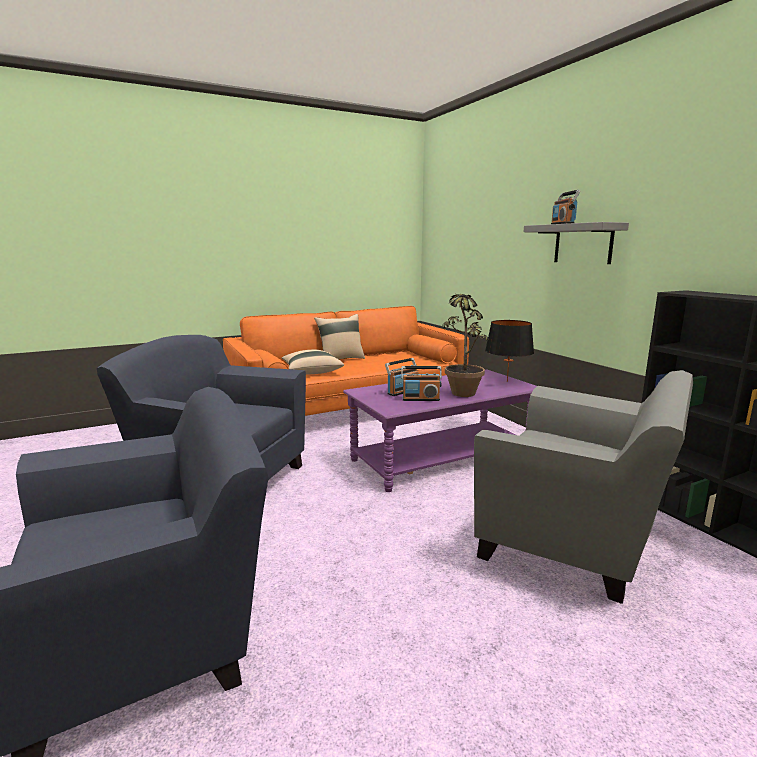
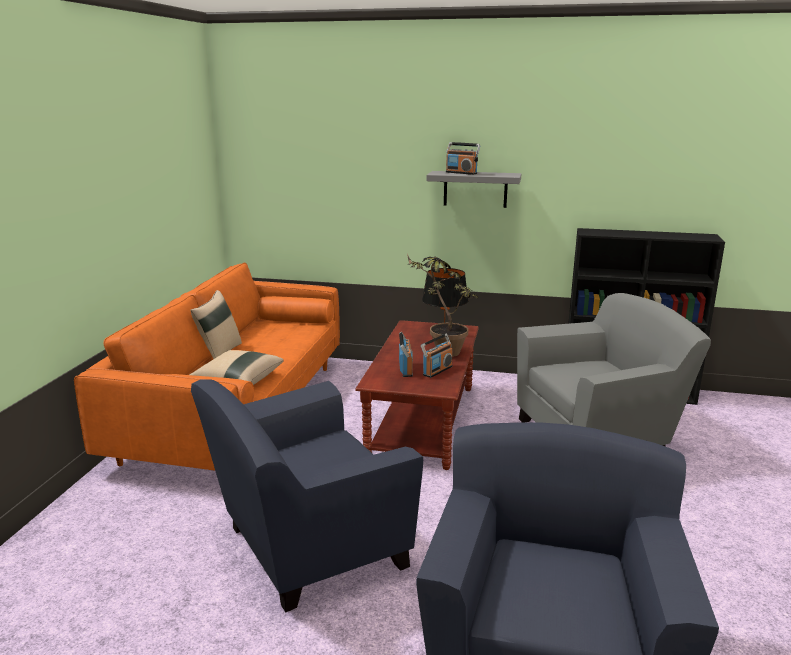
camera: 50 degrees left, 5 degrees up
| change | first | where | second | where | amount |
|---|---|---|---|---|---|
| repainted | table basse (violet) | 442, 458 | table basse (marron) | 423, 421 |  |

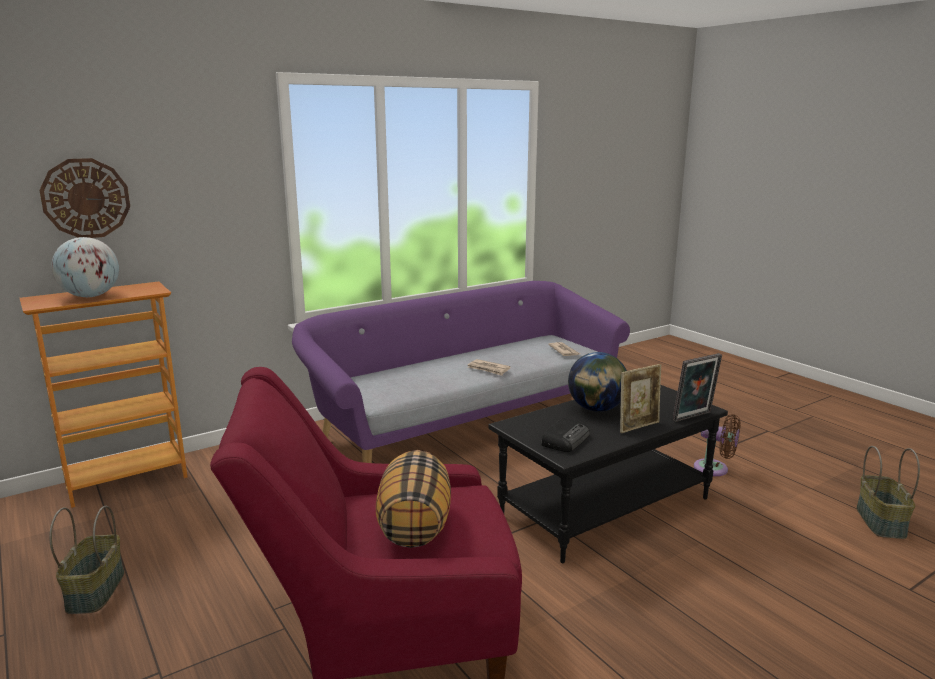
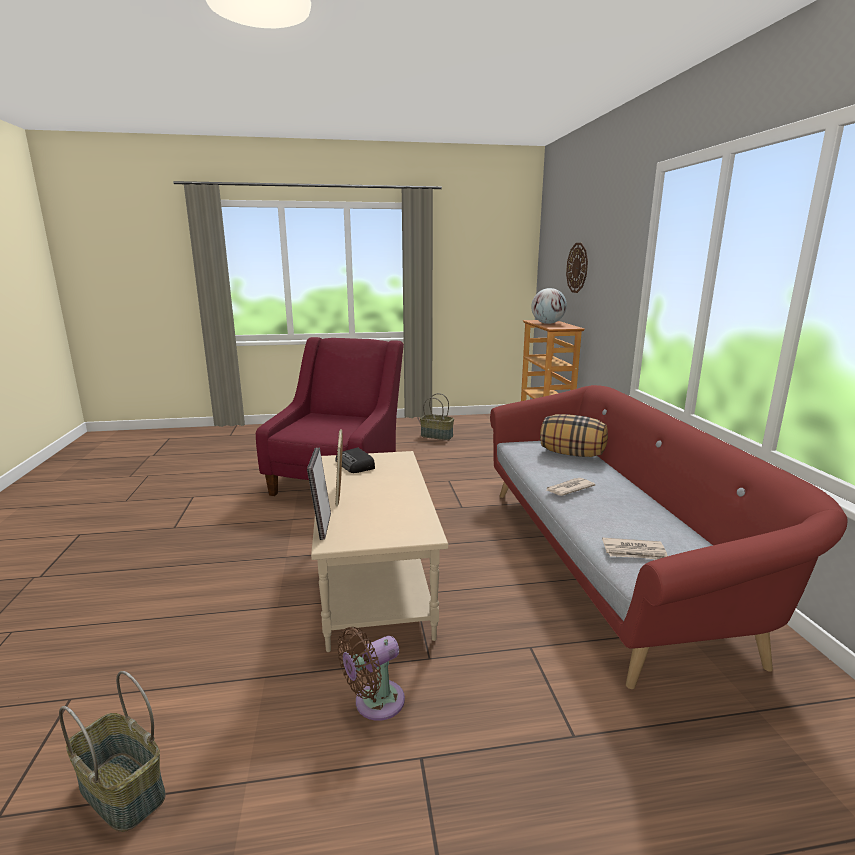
camera: 115 degrees right, 0 degrees up
| change | first | where | second | where | amount |
|---|---|---|---|---|---|
| repainted | canapé (violet) | 466, 421 | canapé (rouge) | 605, 559 |  |
| gone | globe | 596, 409 |  |  |  |
| repainted | table basse (noir) | 605, 506 | table basse (beige) | 376, 580 |  |
| shifted | coussin | 414, 525 |  | 572, 454 |  |

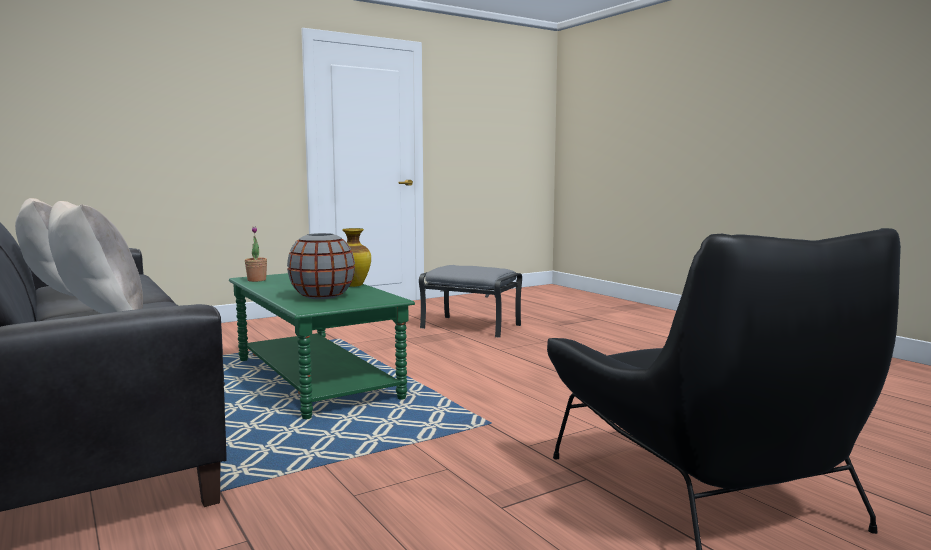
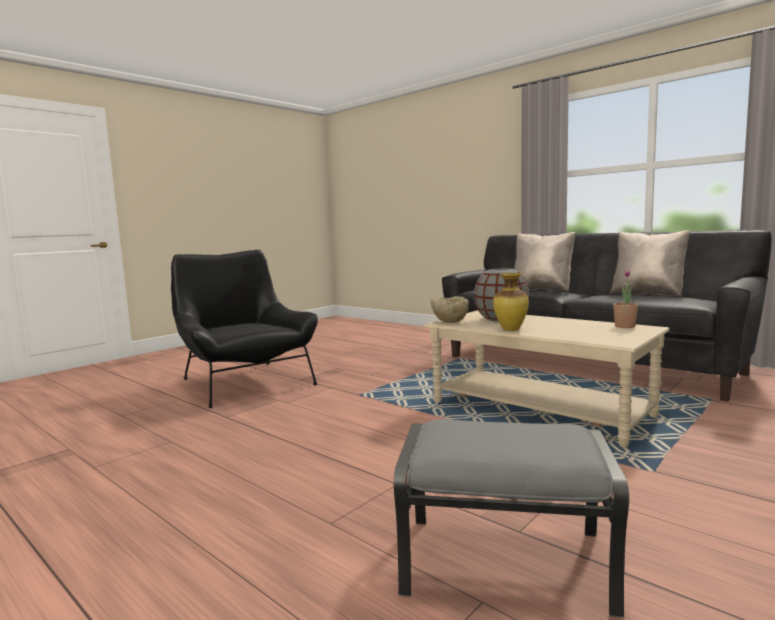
camera: 165 degrees right, 0 degrees up
| change | first | where | second | where | amount |
|---|---|---|---|---|---|
| repainted | table basse (vert) | 315, 378 | table basse (beige) | 539, 409 |  |
| new |  |  | bol (beige) | 449, 322 |  |

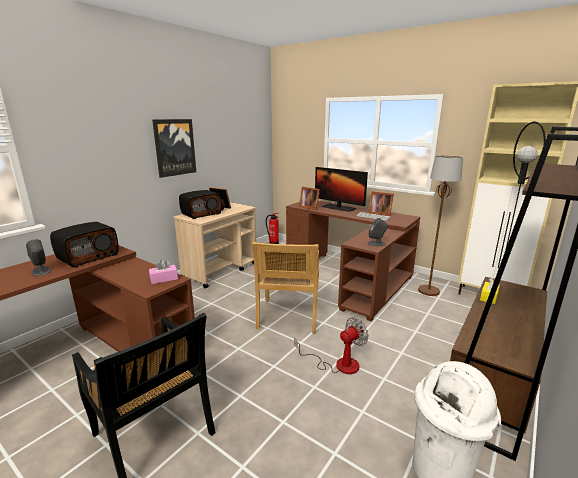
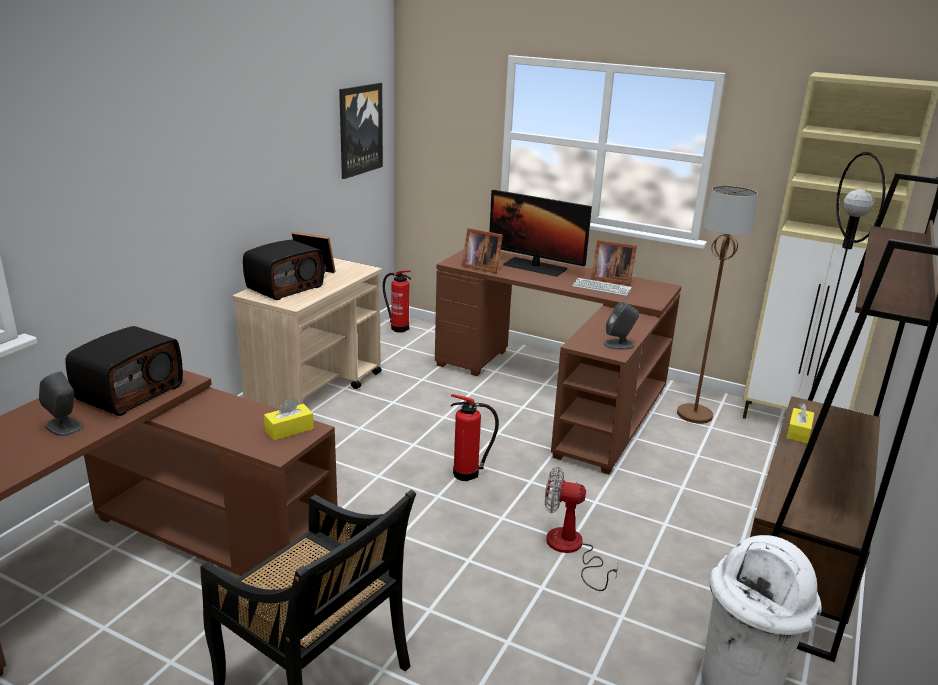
camera: 10 degrees left, 5 degrees up
| change | first | where | second | where | amount |
|---|---|---|---|---|---|
| shifted | tableau | 174, 147 |  | 360, 129 |  |
| swapped | chaise (beige) | 288, 316 | extincteur | 468, 474 |  |
| repainted | boîte à mouchoirs (rose) | 164, 279 | boîte à mouchoirs (jaune) | 289, 429 |  |
| rotated | ventilateur | 338, 364 |  | 571, 550 | 120 degrees counterclockwise |

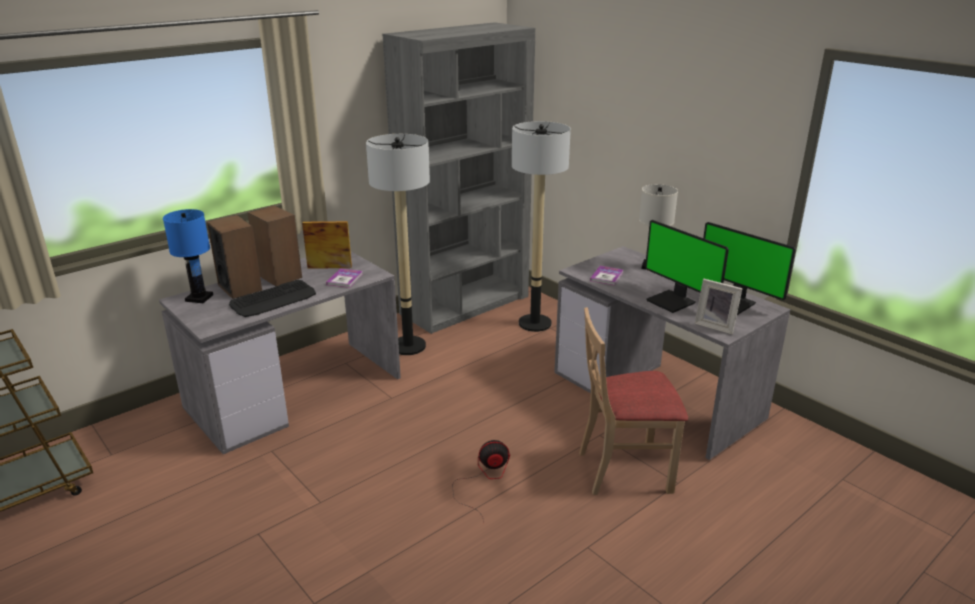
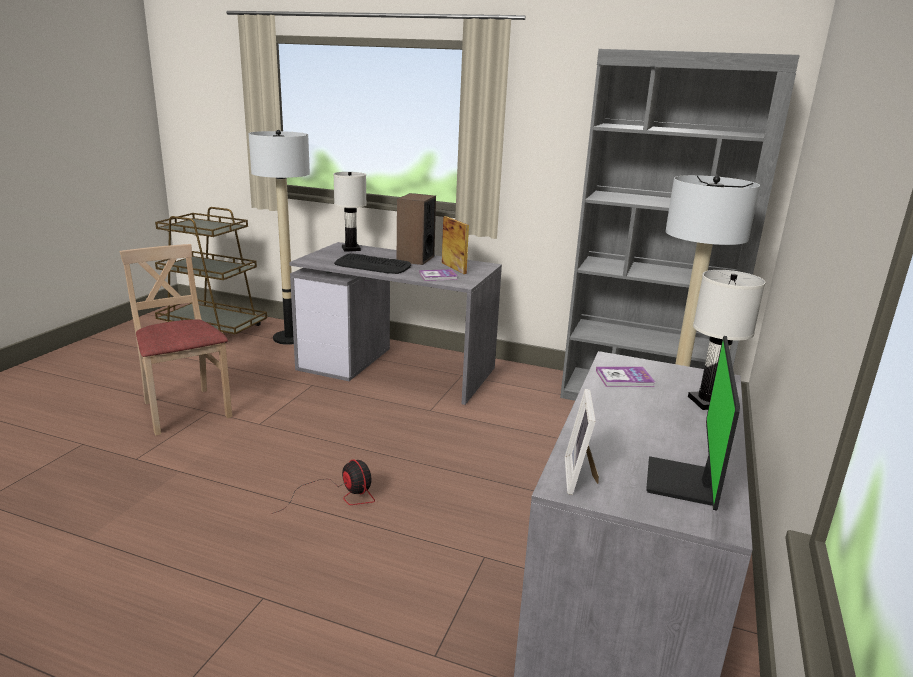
camera: 60 degrees right, 5 degrees down
| change | first | where | second | where | amount |
|---|---|---|---|---|---|
| shifted | lampadaire | 408, 346 |  | 290, 338 |  |
| repainted | lampe de table (bleu) | 199, 298 | lampe de table (blanc) | 350, 249 |  |
| gone | enceinte | 240, 287 |  |  |  |
| gone | écran d'ordinateur | 672, 301 |  |  |  |
| shifted | chaise (beige) | 624, 470 |  | 185, 410 |  |

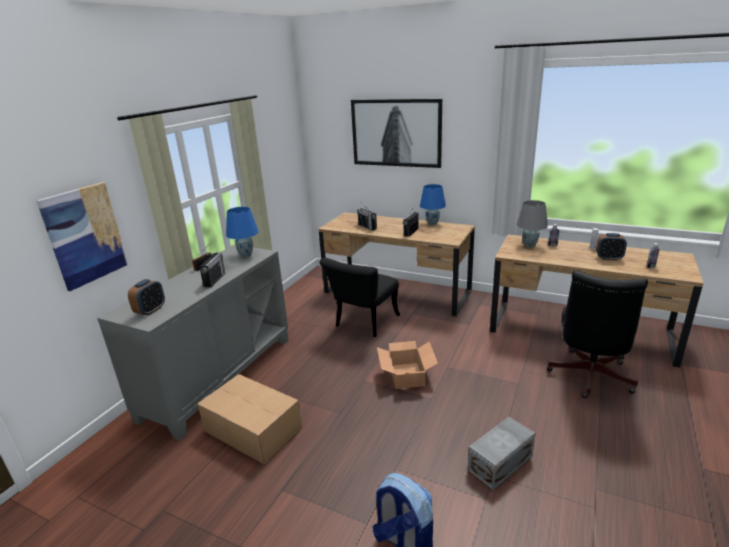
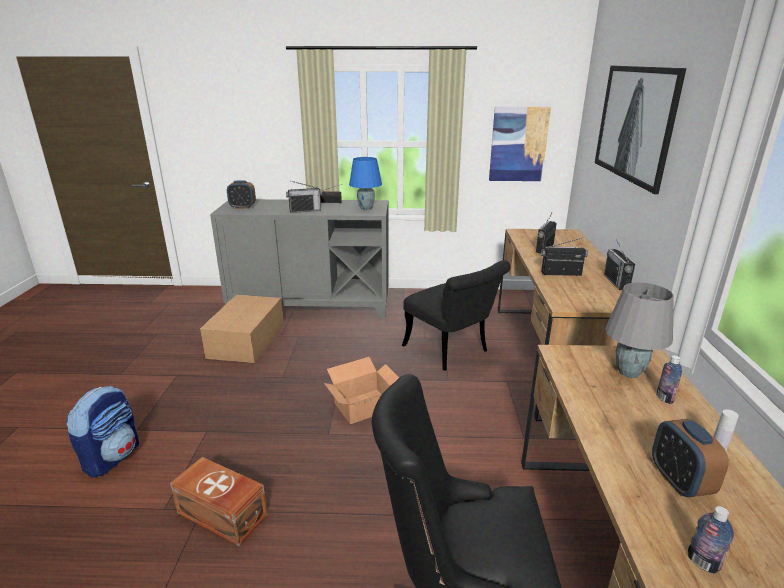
camera: 65 degrees right, 0 degrees up
| change | first | where | second | where | amount |
|---|---|---|---|---|---|
| shifted | tableau | 85, 235 |  | 518, 144 |  |
| swapped | lampe de table (bleu) | 432, 224 | radio | 616, 282 |  |
| rotated | chaise (noir) | 363, 324 |  | 451, 351 | 135 degrees counterclockwise |
| repainted | boîte de rangement (gris) | 501, 463 | boîte de rangement (marron) | 222, 515 |  |

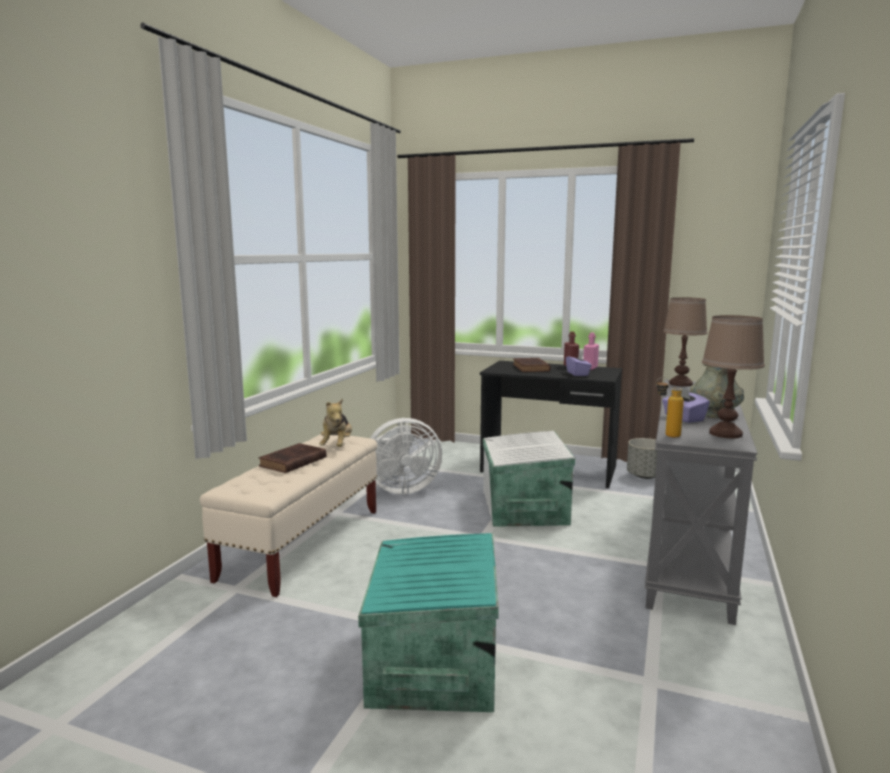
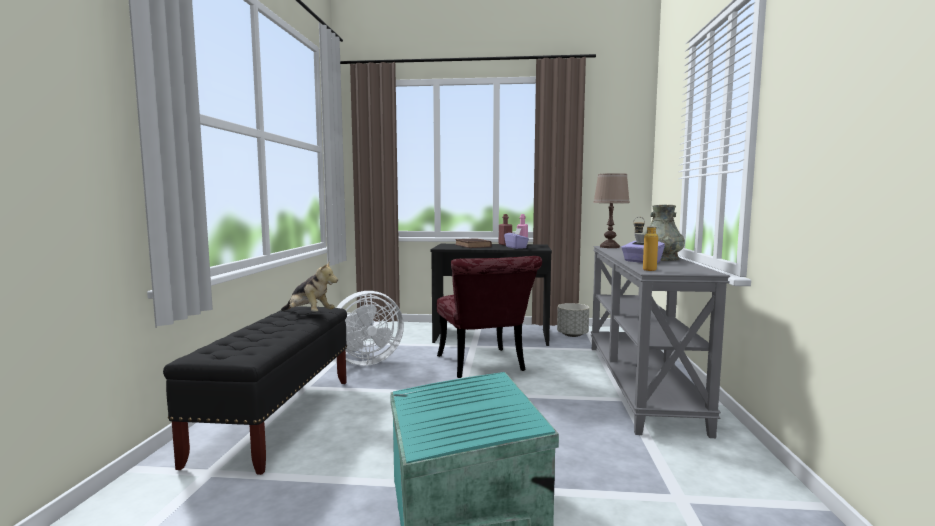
camera: 15 degrees left, 5 degrees down
| change | first | where | second | where | amount |
|---|---|---|---|---|---|
| gone | lampe de table (marron) | 726, 434 |  |  |  |
| rotated | peluche | 337, 446 |  | 309, 314 | 45 degrees counterclockwise |
| swapped | boîte de rangement (blanc) | 522, 507 | chaise (rouge) | 484, 366 |  |
| repainted | banc (beige) | 303, 543 | banc (noir) | 277, 418 |  |
| gone | livre (marron) | 292, 462 |  |  |  |

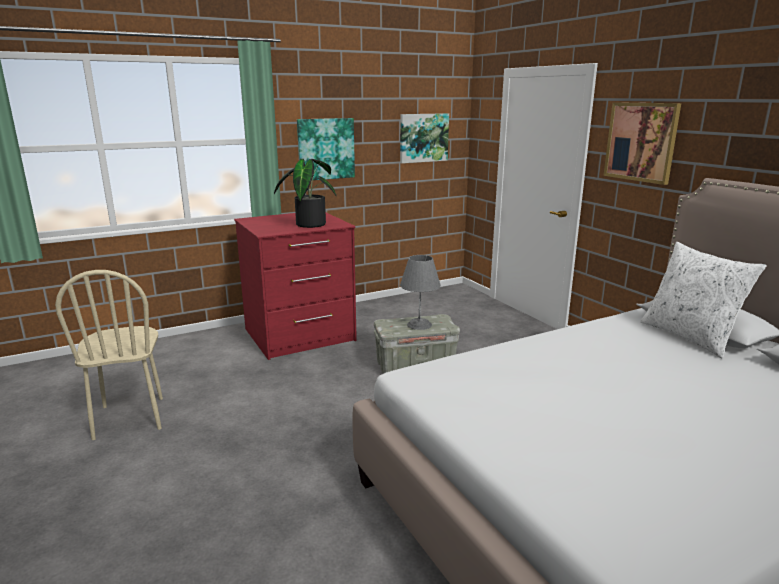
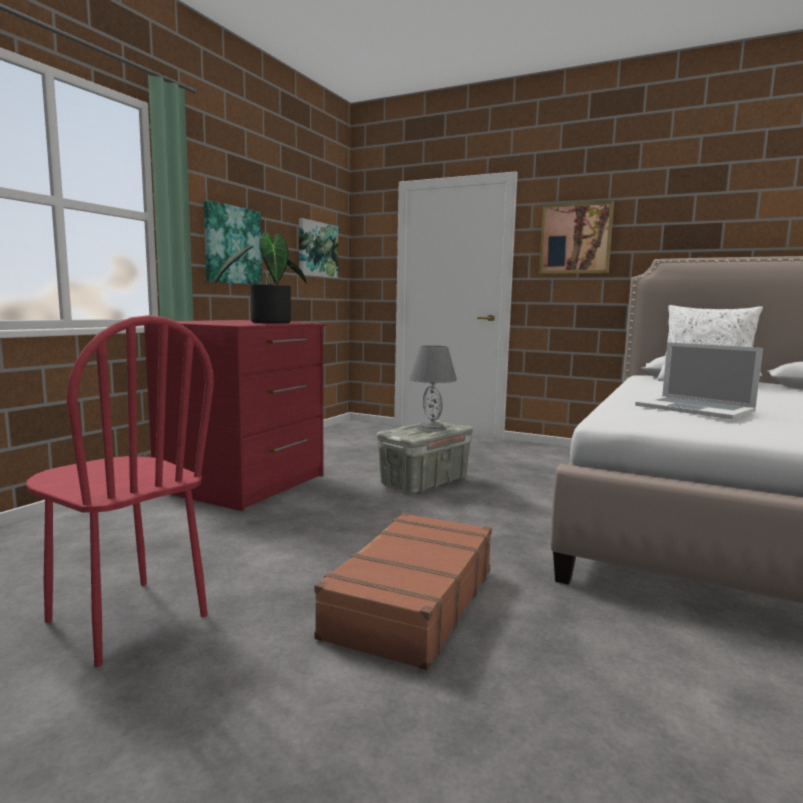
camera: 35 degrees left, 10 degrees down
| change | first | where | second | where | amount |
|---|---|---|---|---|---|
| repainted | chaise (beige) | 130, 417 | chaise (rouge) | 125, 619 |  |
| new |  |  | ordinateur portable | 694, 408 |  |
| new |  |  | valise (marron) | 410, 602 |  |

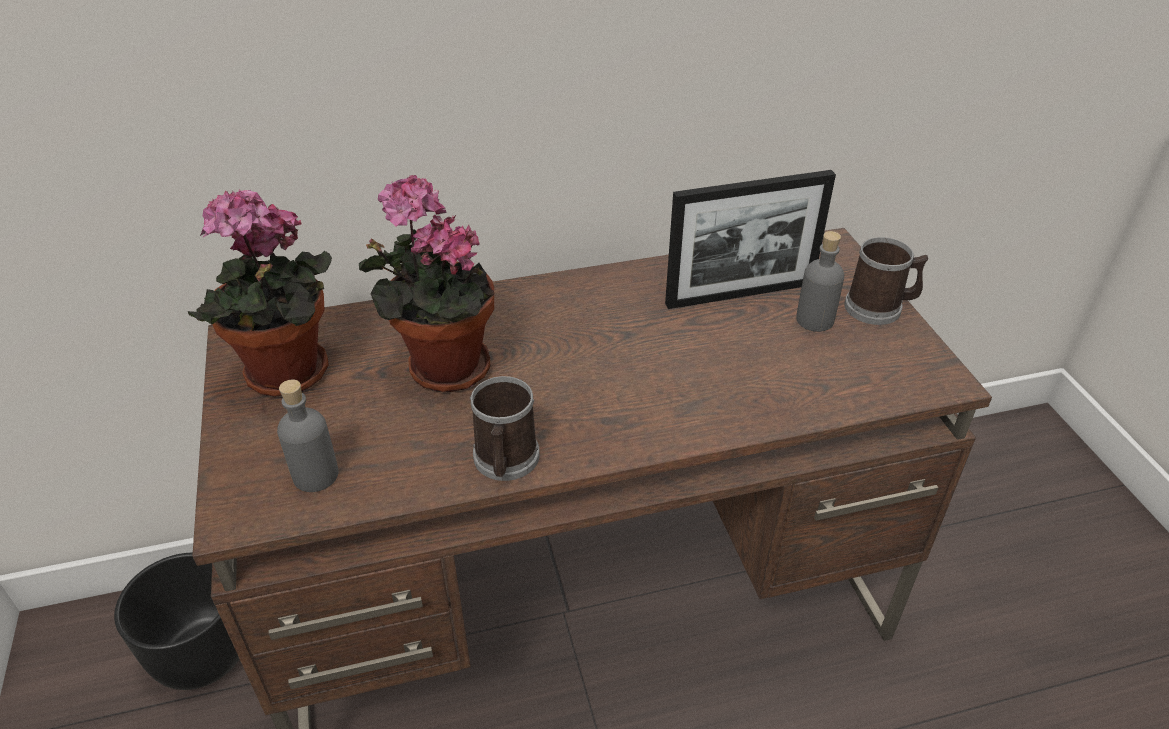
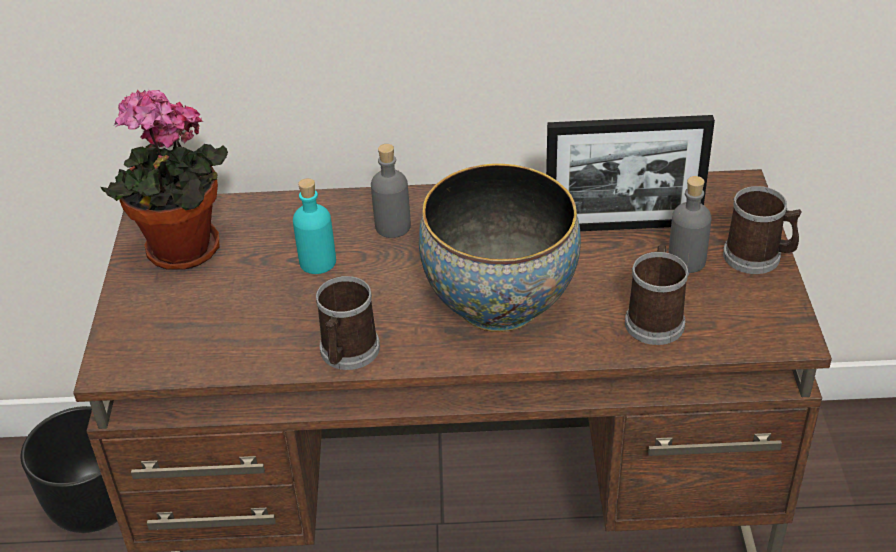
camera: 15 degrees right, 0 degrees up
| change | first | where | second | where | amount |
|---|---|---|---|---|---|
| swapped | plante en pot | 441, 367 | bouteille (turquoise) | 317, 262 |  |
| shifted | bouteille (gris) | 315, 475 |  | 392, 226 |  |
| new |  |  | bol | 499, 304 |  |
| new |  |  | mug | 655, 319 |  |

